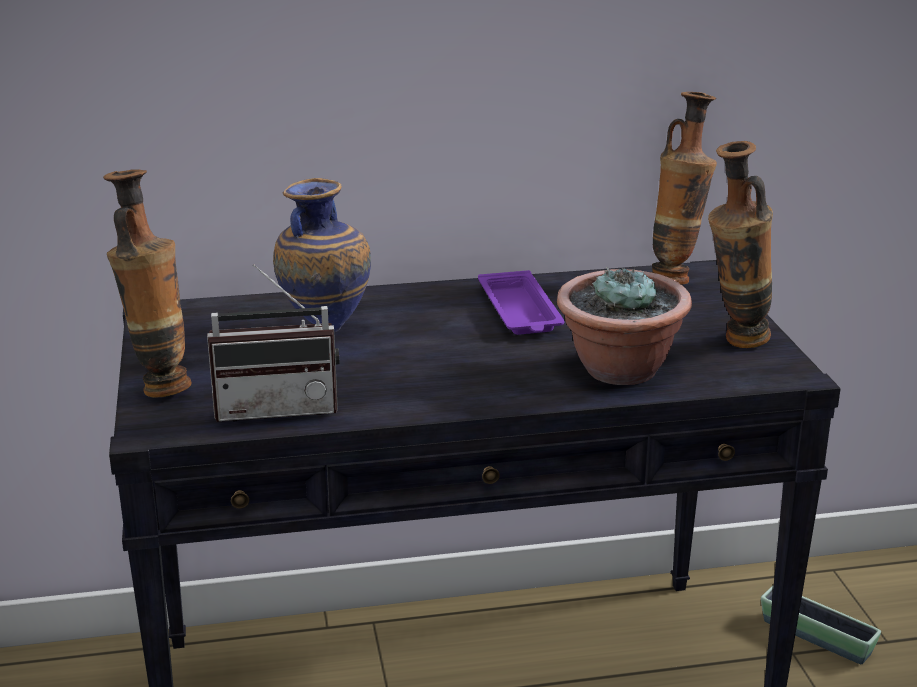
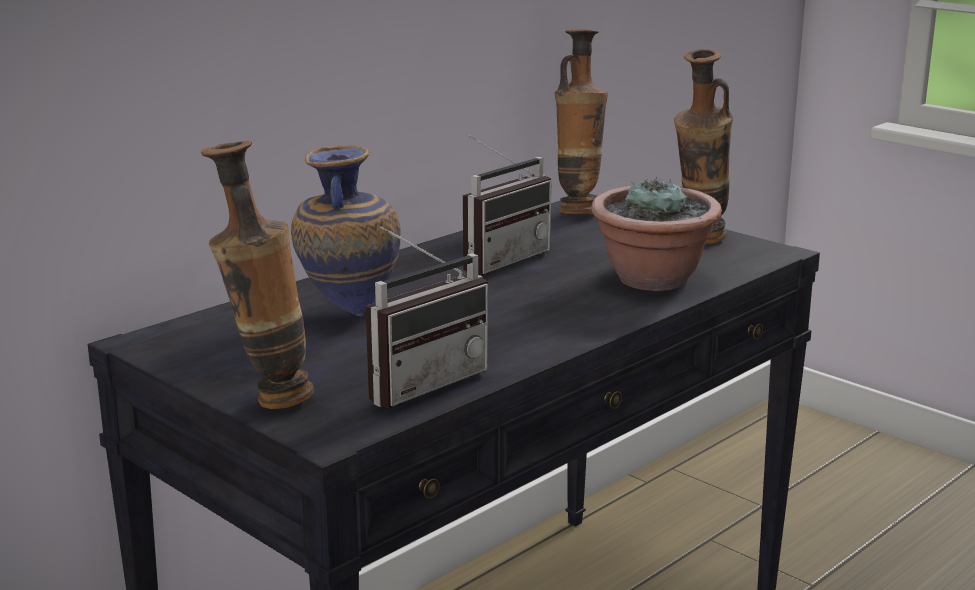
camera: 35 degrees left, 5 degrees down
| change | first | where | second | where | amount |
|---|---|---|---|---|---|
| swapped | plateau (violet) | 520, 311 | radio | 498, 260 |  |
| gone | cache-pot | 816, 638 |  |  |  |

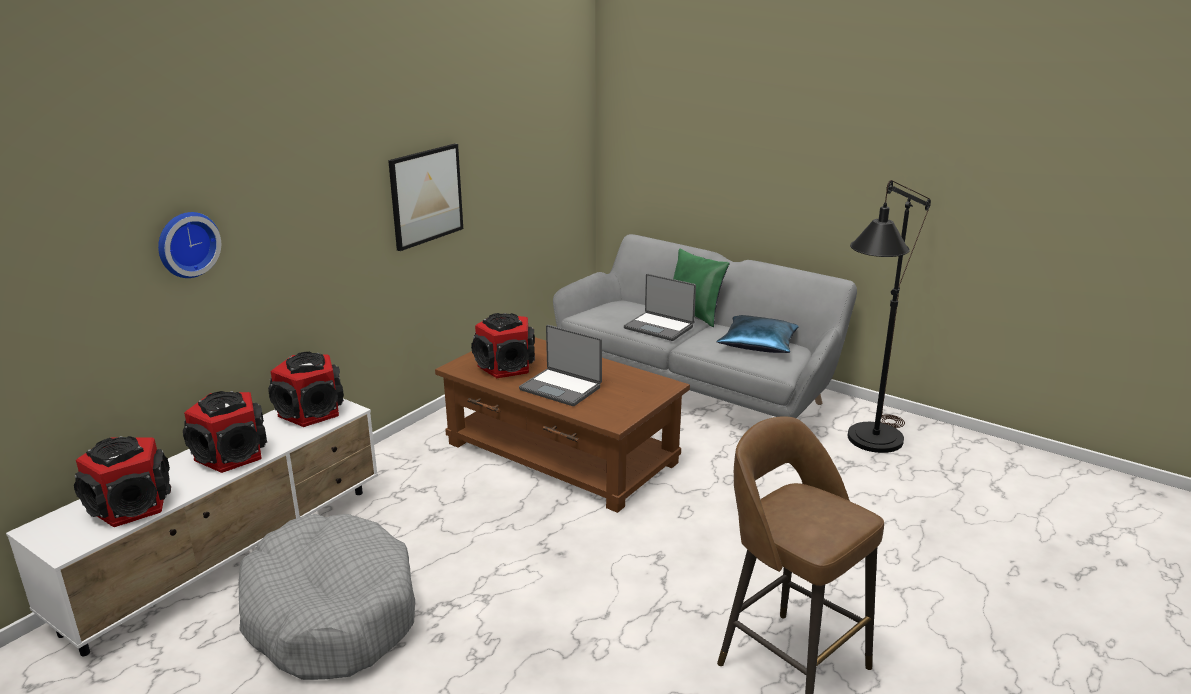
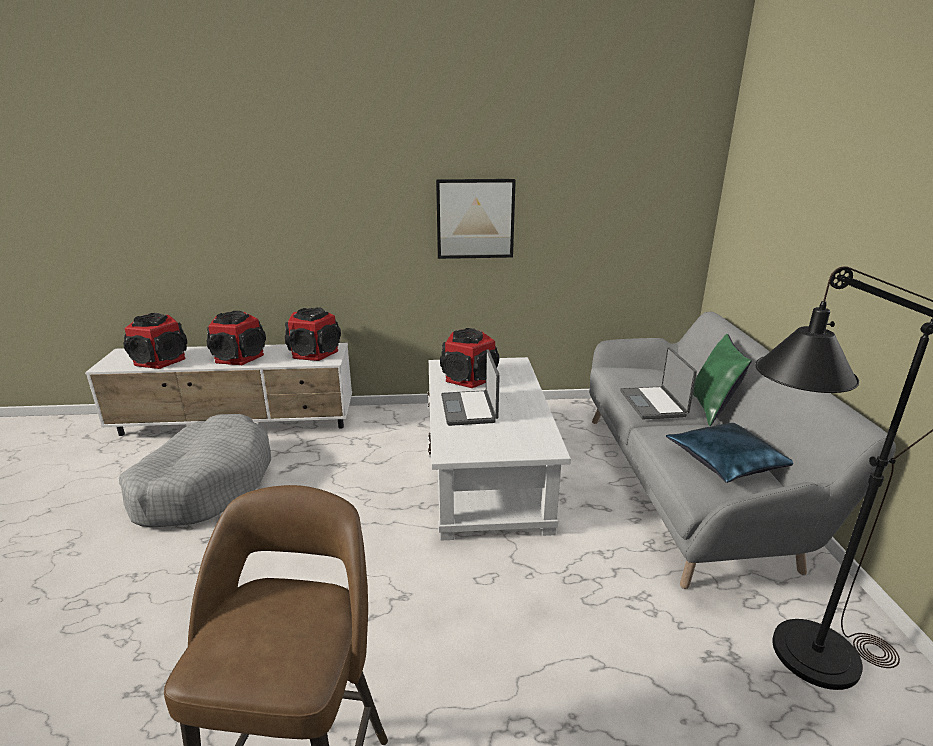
camera: 50 degrees right, 0 degrees up
| change | first | where | second | where | amount |
|---|---|---|---|---|---|
| gone | horloge murale | 186, 244 |  |  |  |
| repainted | table basse (marron) | 562, 453 | table basse (blanc) | 486, 472 |  |

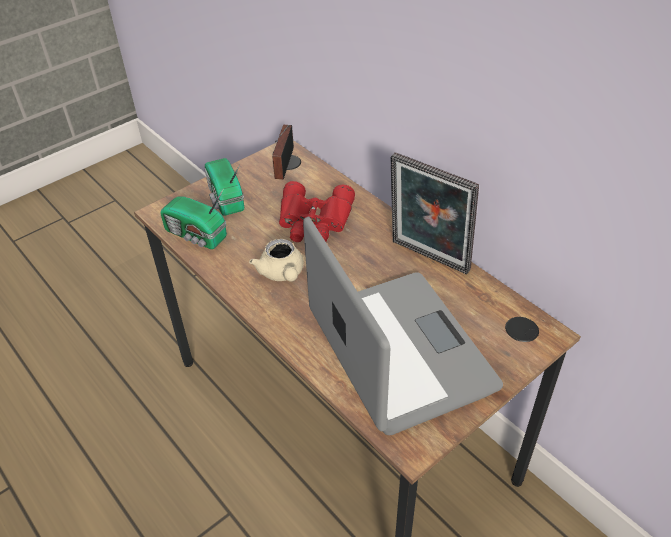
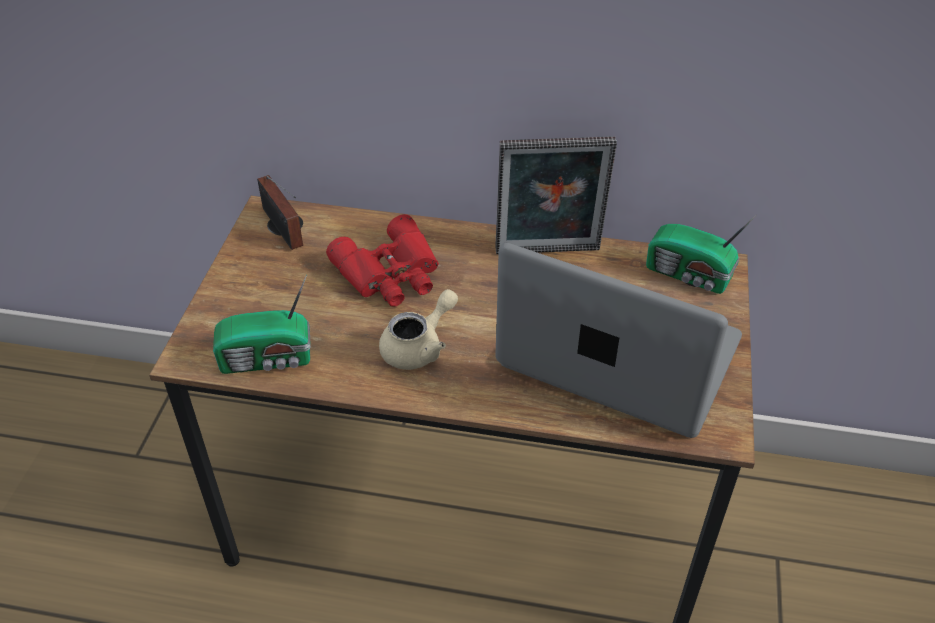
camera: 40 degrees left, 0 degrees up
| change | first | where | second | where | amount |
|---|---|---|---|---|---|
| shifted | radio | 225, 198 |  | 690, 275 |  |
| rotated | théière (beige) | 282, 274 |  | 419, 347 | 75 degrees counterclockwise |

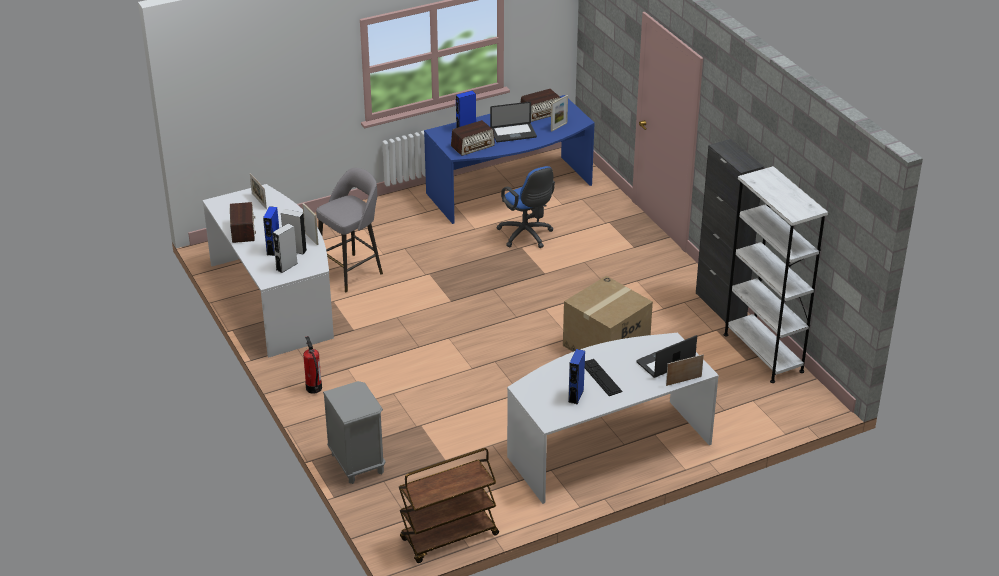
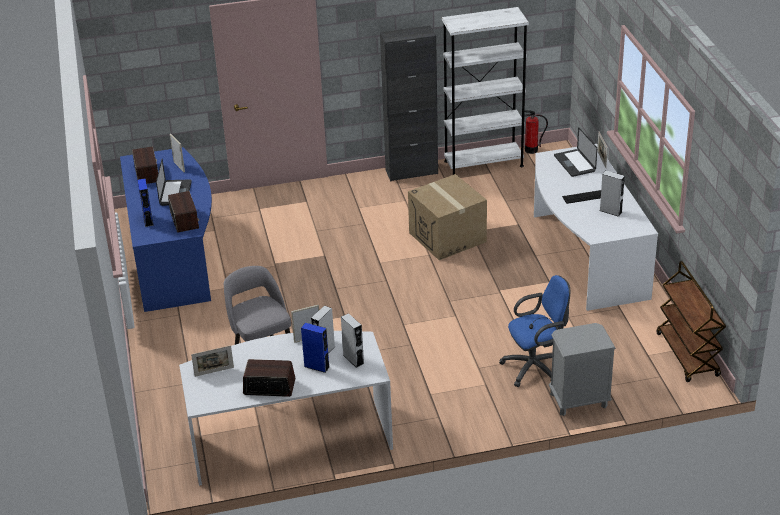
camera: 75 degrees left, 0 degrees up
| change | first | where | second | where | amount |
|---|---|---|---|---|---|
| shifted | chaise de bureau (bleu) | 527, 236 |  | 536, 367 |  |
| shifted | extincteur | 313, 388 |  | 531, 150 |  |
| repainted | enceinte (bleu) | 576, 396 | enceinte (gris) | 610, 211 |  |

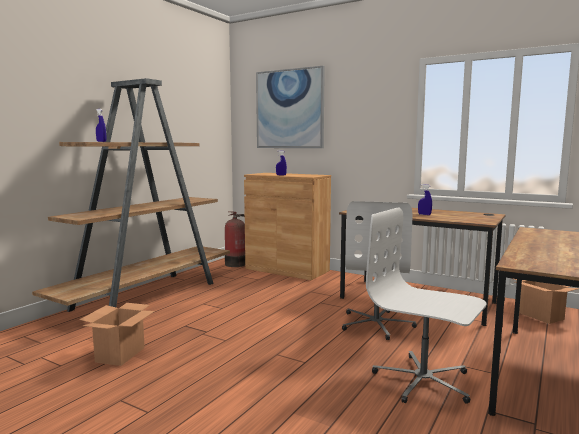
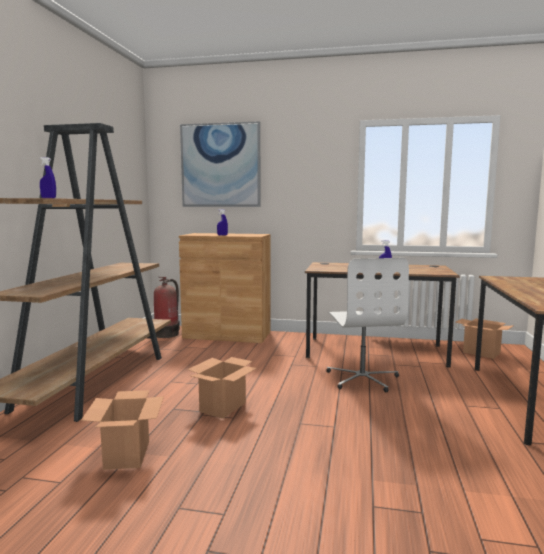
camera: 20 degrees left, 0 degrees up
| change | first | where | second | where | amount |
|---|---|---|---|---|---|
| gone | chaise de bureau (blanc) | 423, 381 |  |  |  |
| new |  |  | carton | 223, 407 |  |

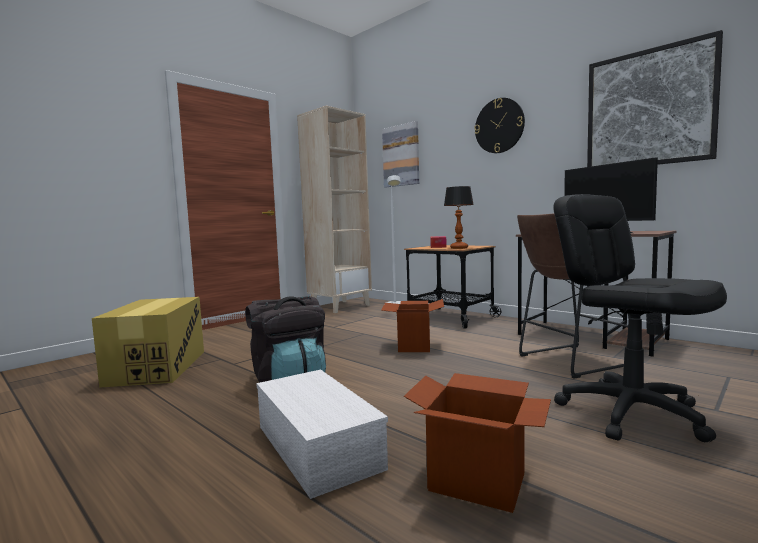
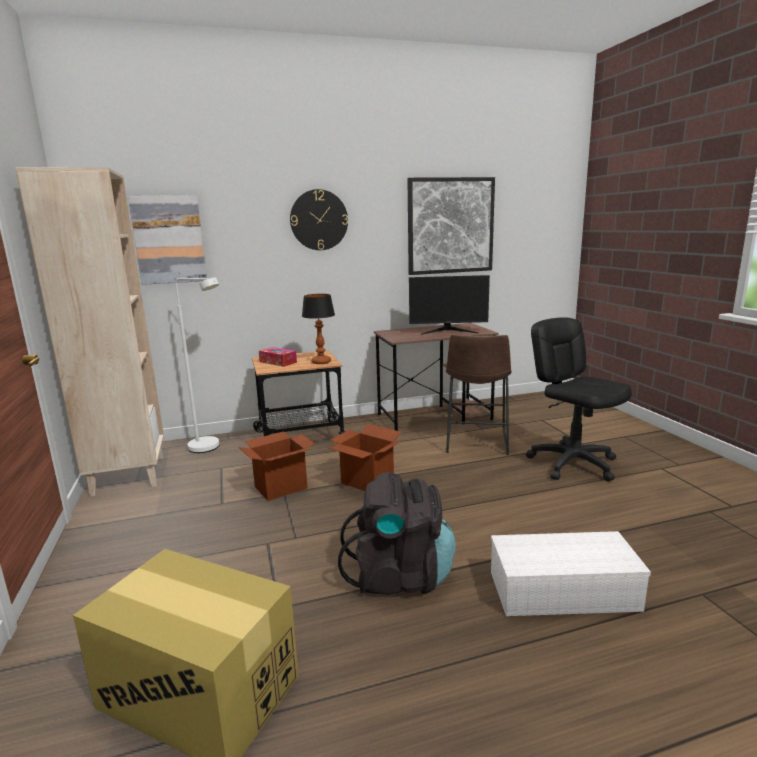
camera: 60 degrees left, 10 degrees up
| change | first | where | second | where | amount |
|---|---|---|---|---|---|
| rotated | chaise de bureau (noir) | 631, 413 |  | 573, 463 | 60 degrees clockwise |
| shifted | carton | 477, 482 |  | 281, 487 |  |

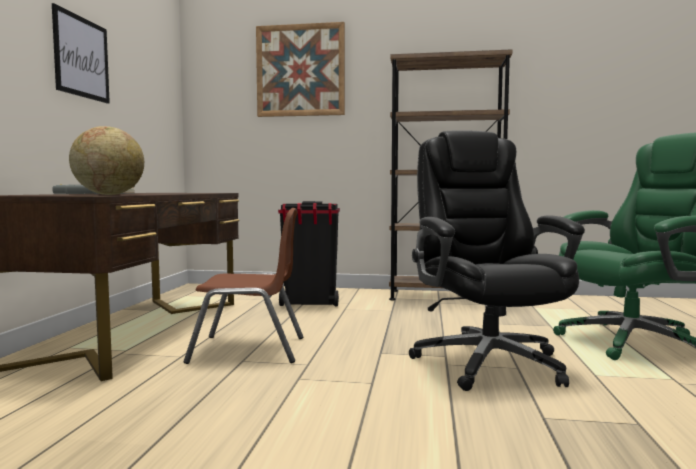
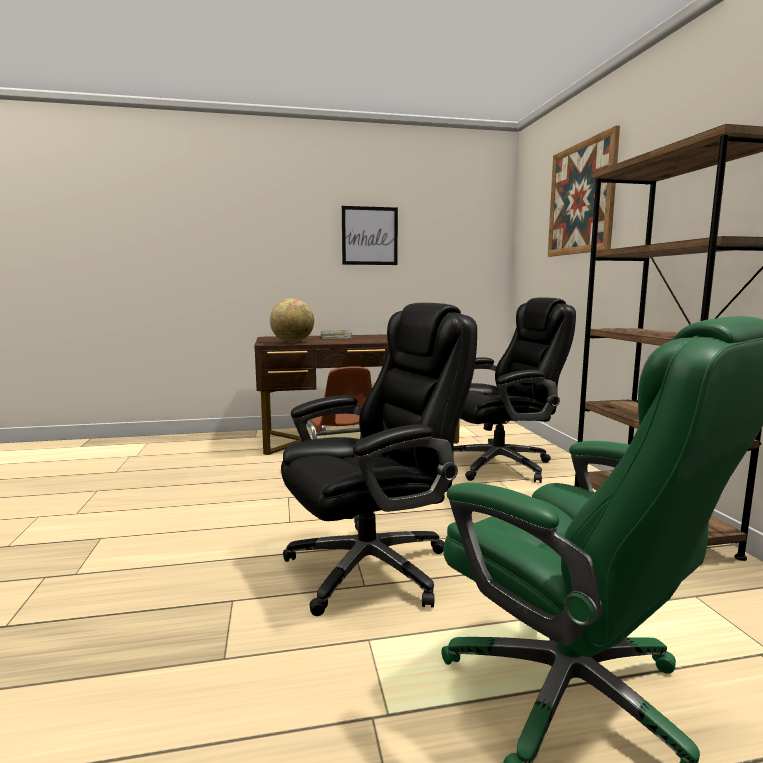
camera: 70 degrees right, 5 degrees up
| change | first | where | second | where | amount |
|---|---|---|---|---|---|
| swapped | poubelle (noir) | 310, 303 | chaise de bureau (noir) | 501, 465 |  |

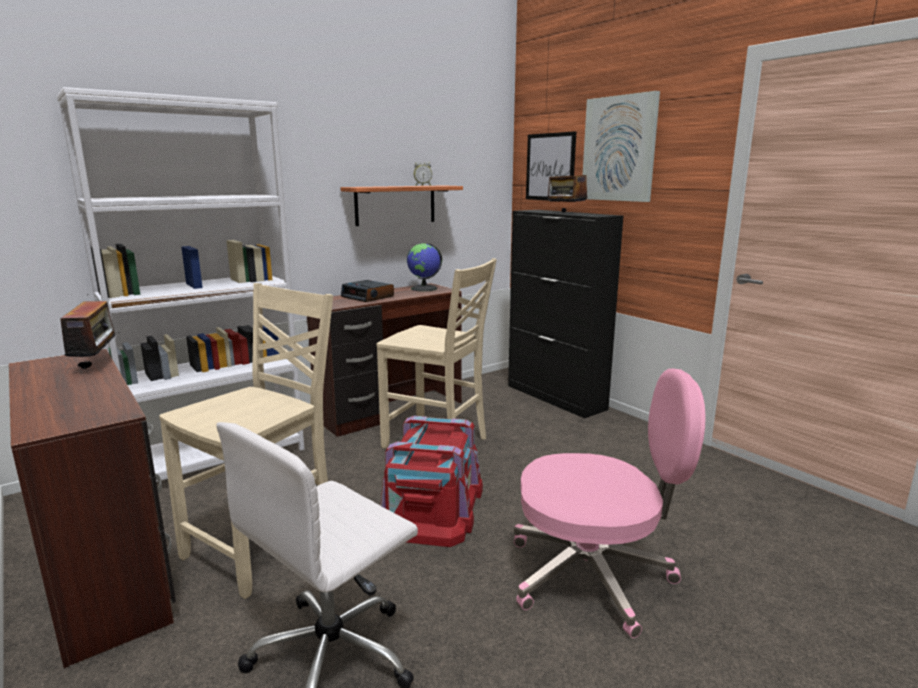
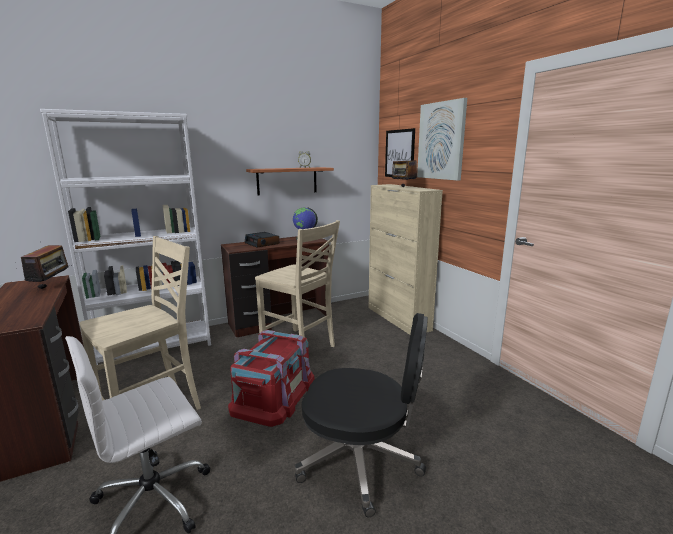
camera: 10 degrees right, 0 degrees up
| change | first | where | second | where | amount |
|---|---|---|---|---|---|
| repainted | meuble de rangement (noir) | 555, 397 | meuble de rangement (beige) | 398, 318 |  |
| repainted | chaise de bureau (rose) | 593, 575 | chaise de bureau (noir) | 361, 461 |  |

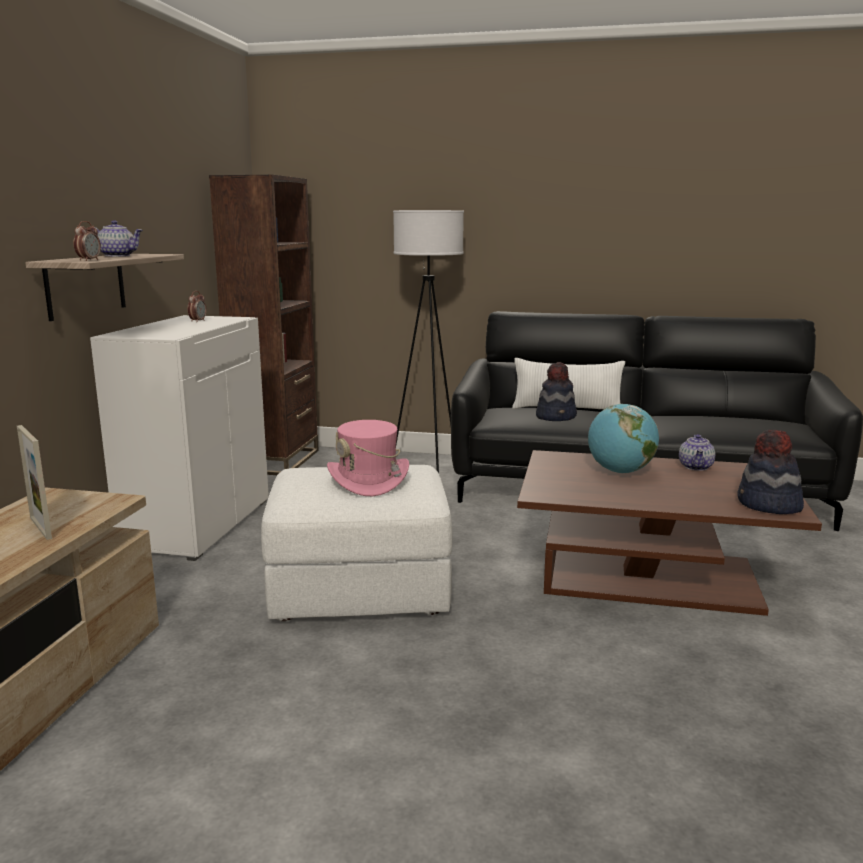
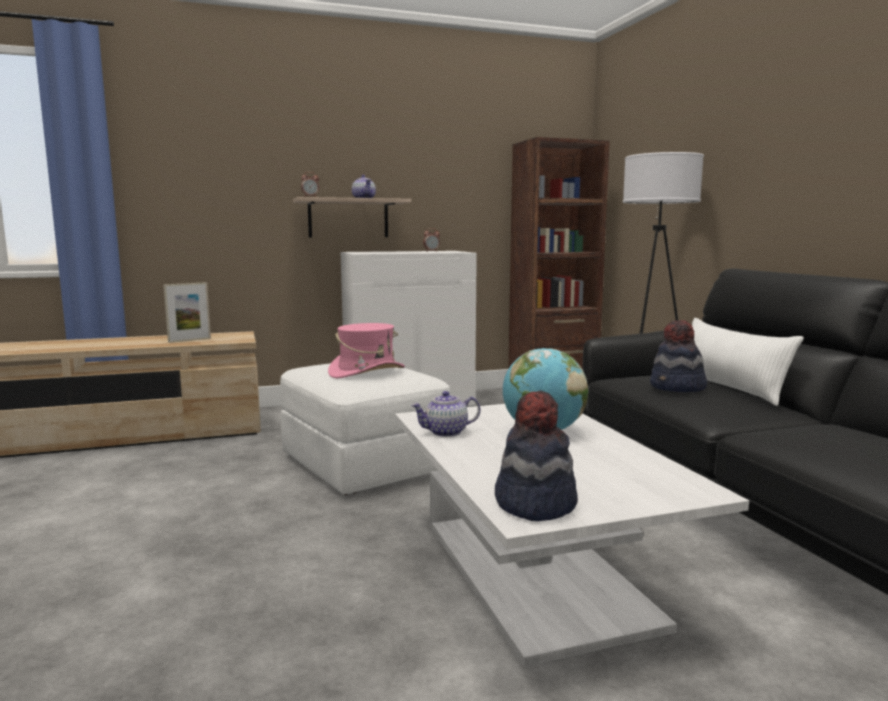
camera: 60 degrees right, 5 degrees down
| change | first | where | second | where | amount |
|---|---|---|---|---|---|
| rotated | cadre photo | 40, 528 |  | 189, 340 | 150 degrees counterclockwise |
| shifted | théière | 696, 467 |  | 446, 432 |  |
| repainted | table basse (marron) | 649, 578 | table basse (blanc) | 534, 572 |  |

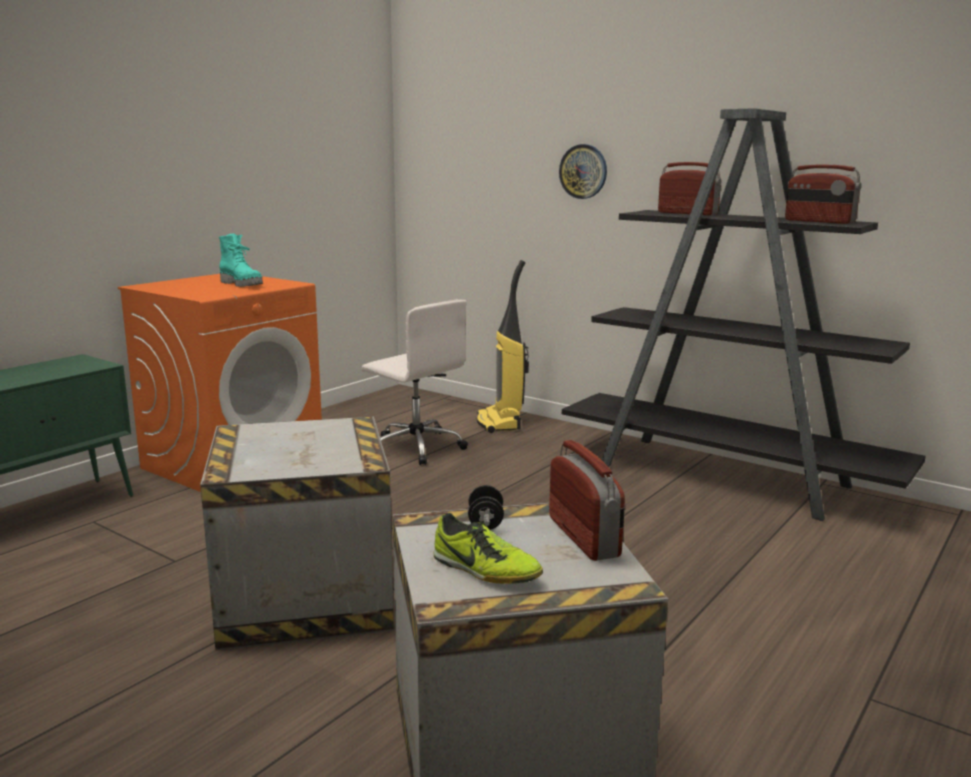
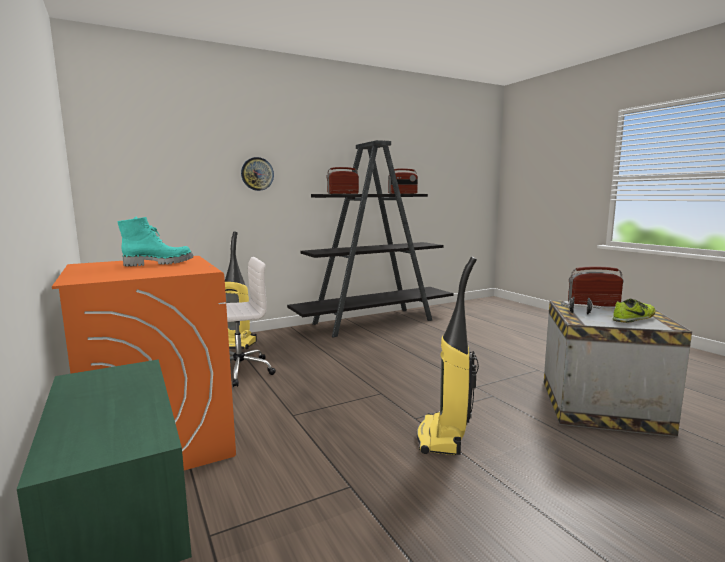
camera: 65 degrees left, 5 degrees down
| change | first | where | second | where | amount |
|---|---|---|---|---|---|
| swapped | caisse | 302, 597 | aspirateur | 443, 438 |  |

